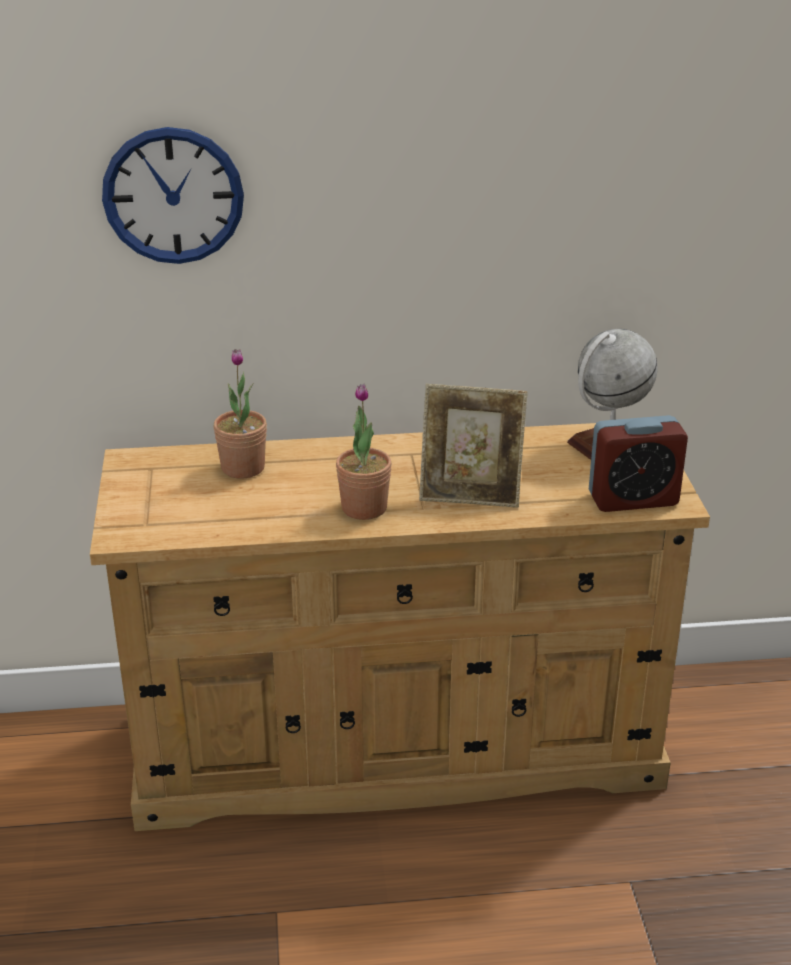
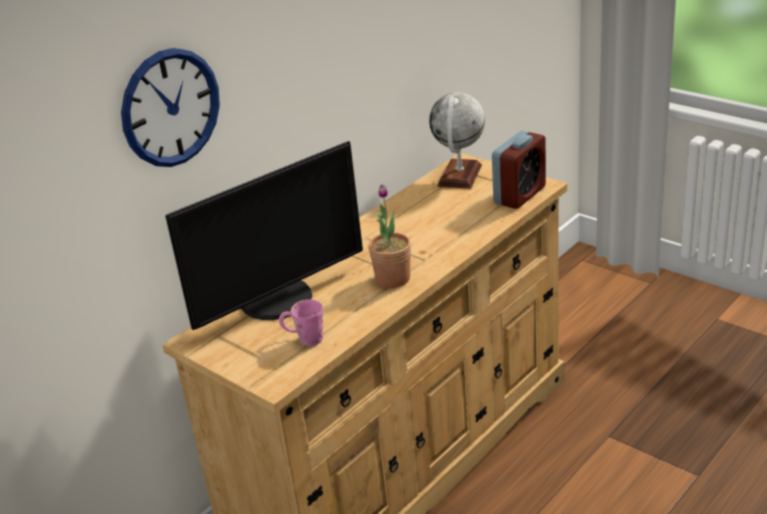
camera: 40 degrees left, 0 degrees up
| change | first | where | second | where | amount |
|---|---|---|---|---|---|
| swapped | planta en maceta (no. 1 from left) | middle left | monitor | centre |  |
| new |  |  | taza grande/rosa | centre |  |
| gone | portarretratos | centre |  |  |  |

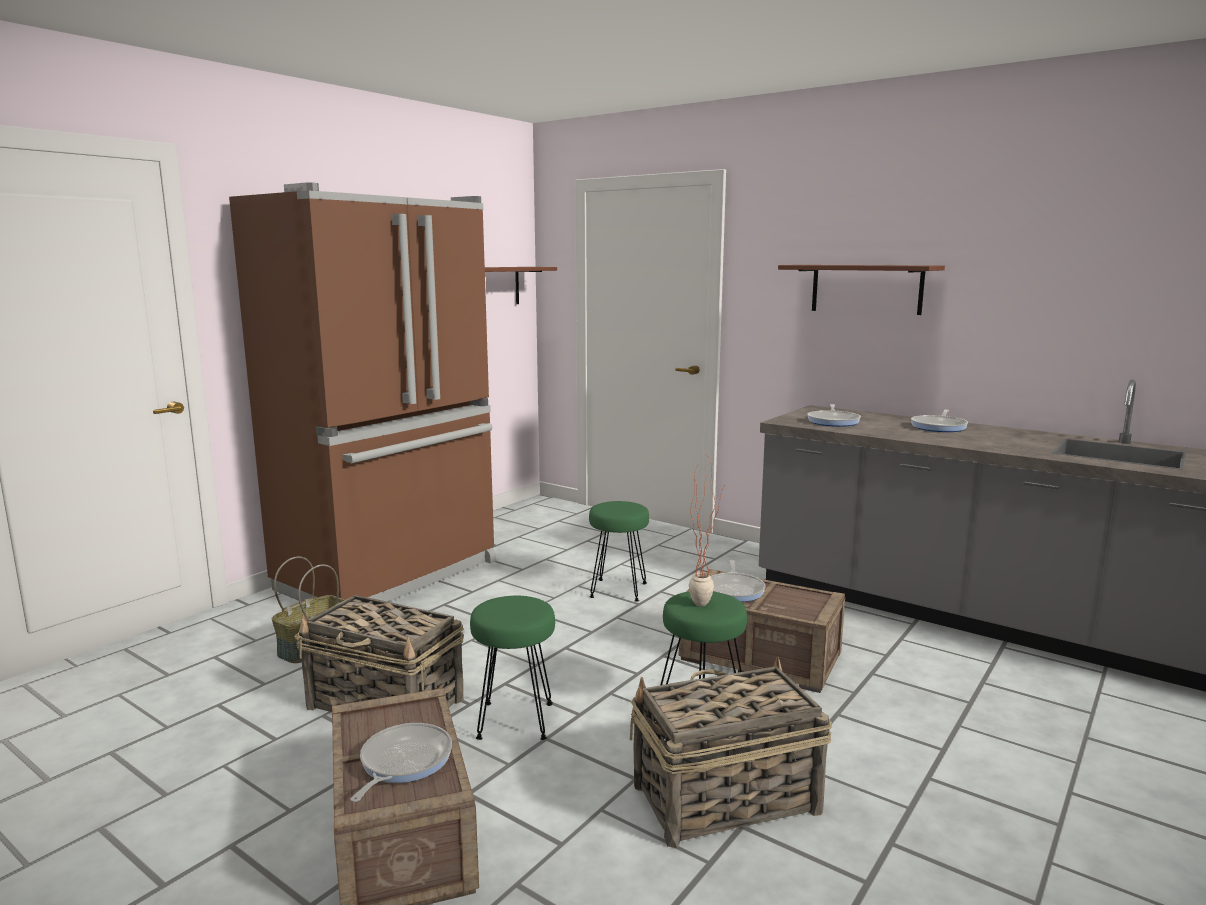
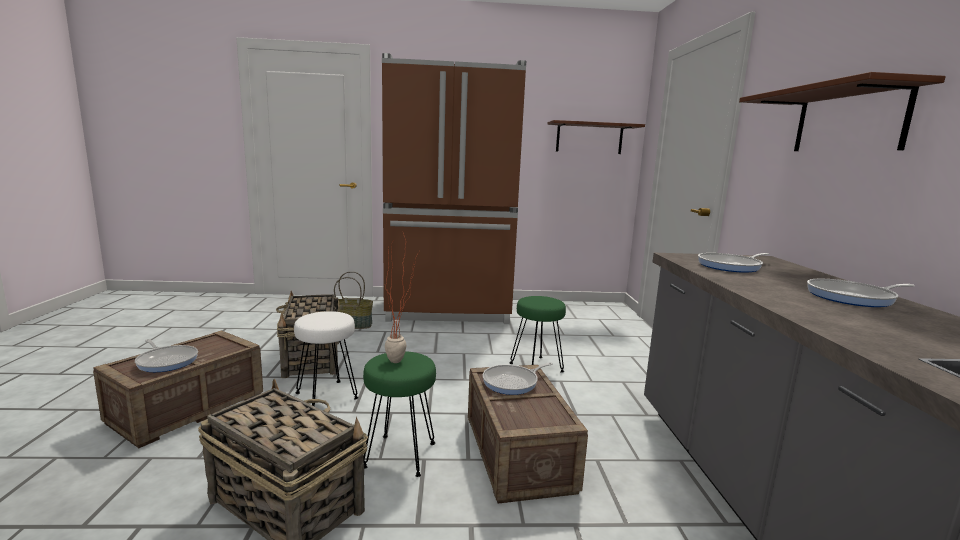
camera: 50 degrees right, 0 degrees up
| change | first | where | second | where | amount |
|---|---|---|---|---|---|
| rotated | sartén (no. 1 from left) | bottom left |  | middle left | 60 degrees clockwise |
| repainted | taburete/verde (no. 1 from left) | bottom centre | taburete/blanco | centre |  |

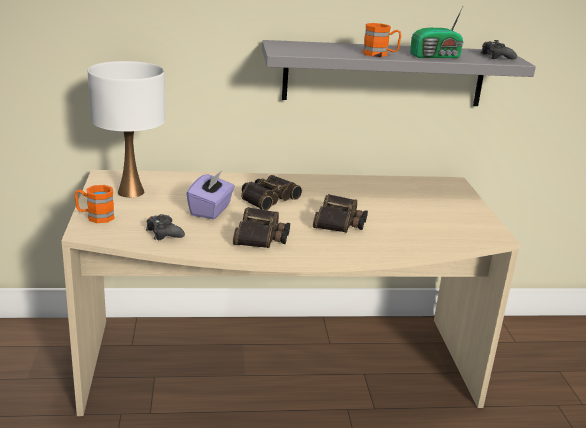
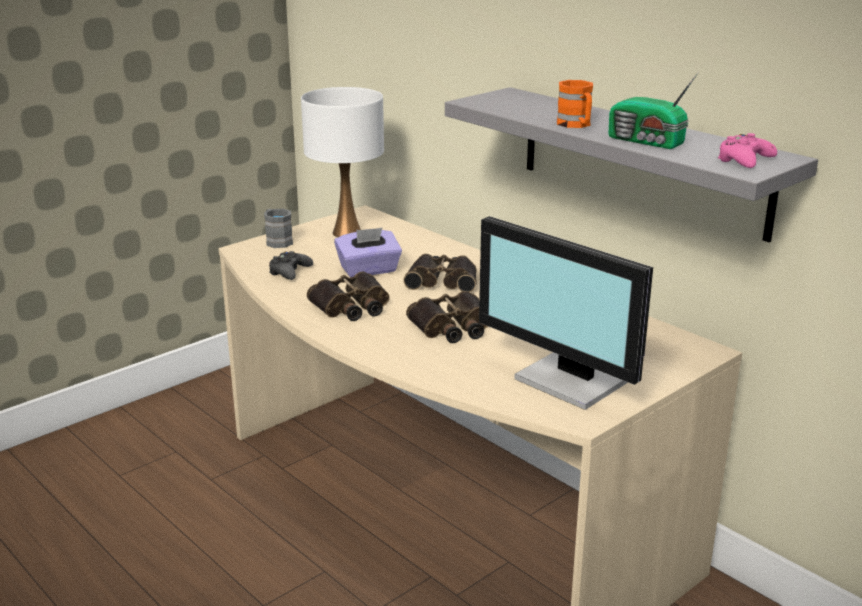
camera: 55 degrees right, 0 degrees up
| change | first | where | second | where | amount |
|---|---|---|---|---|---|
| repainted | taza grande/naranja (no. 1 from left) | middle left | taza grande/gris | middle left |  |
| new |  |  | monitor | centre |  |
| repainted | mando de consola/negro (no. 2 from left) | top right | mando de consola/rosa | top right |  |

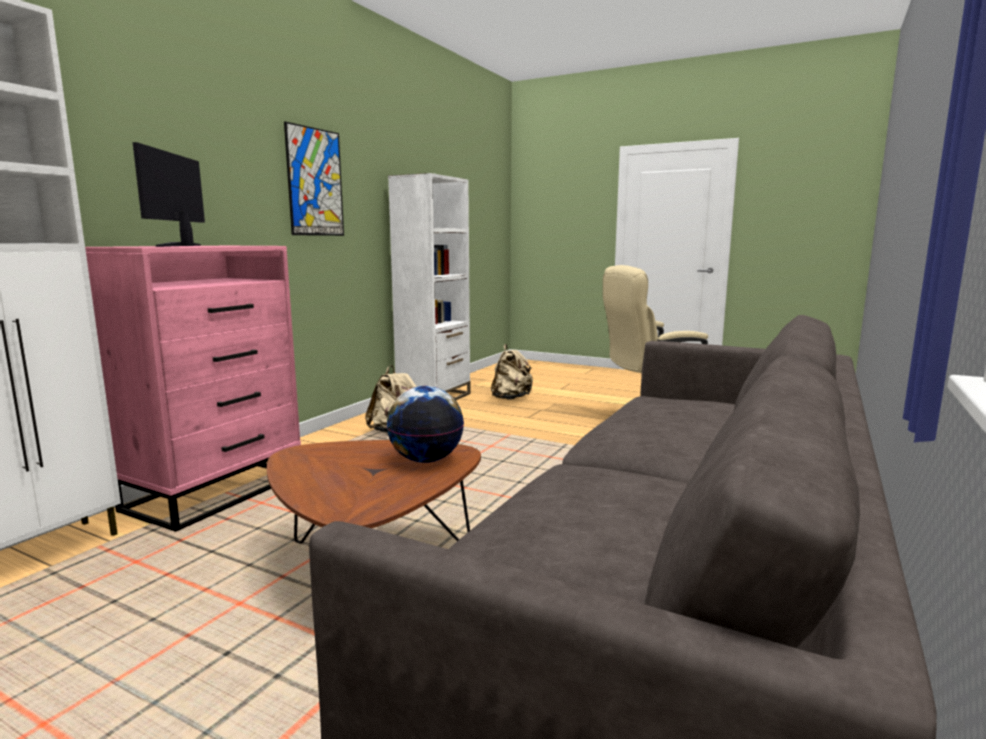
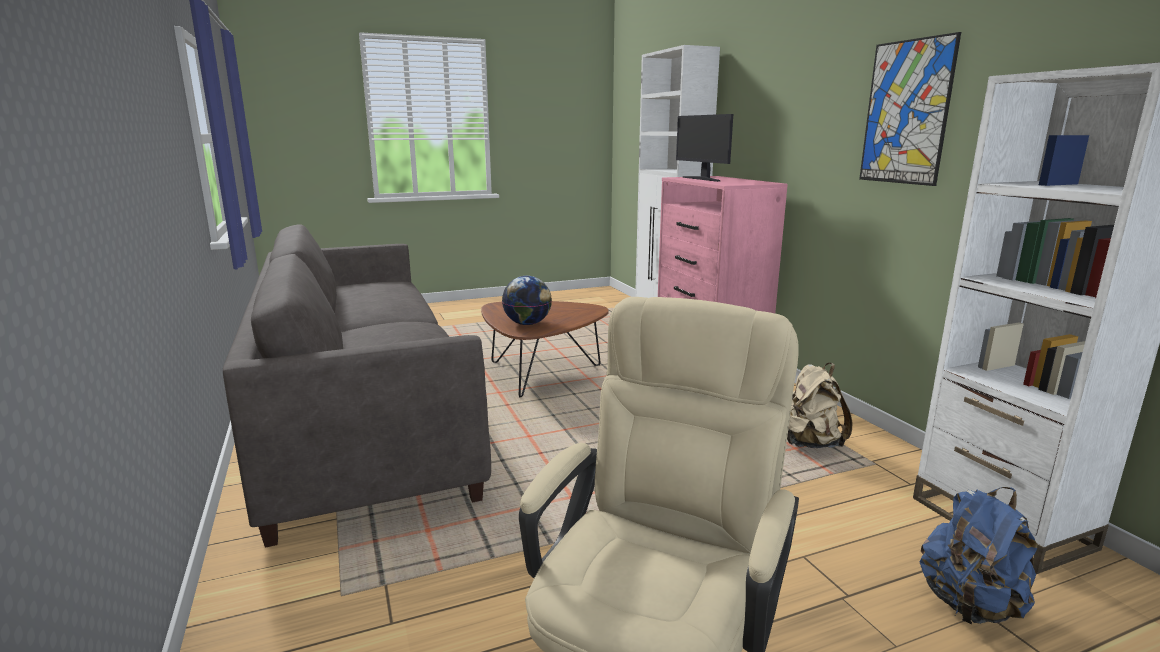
camera: 130 degrees right, 5 degrees up
| change | first | where | second | where | amount |
|---|---|---|---|---|---|
| rotated | monitor | top left |  | top centre | 150 degrees counterclockwise |
| repainted | mochila/beis (no. 2 from left) | centre | mochila/azul | bottom right |  |

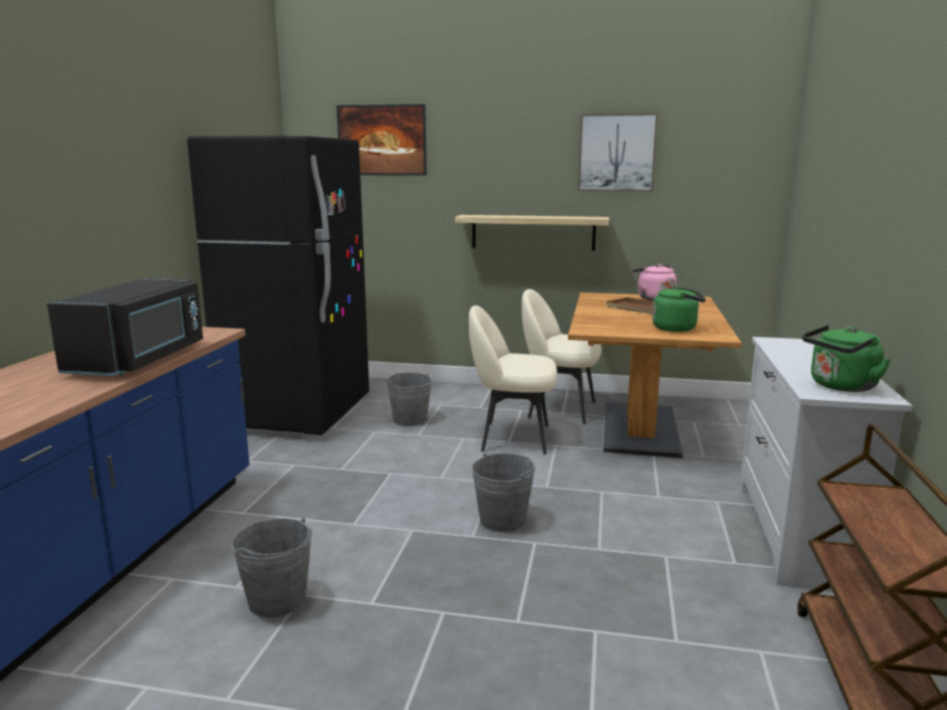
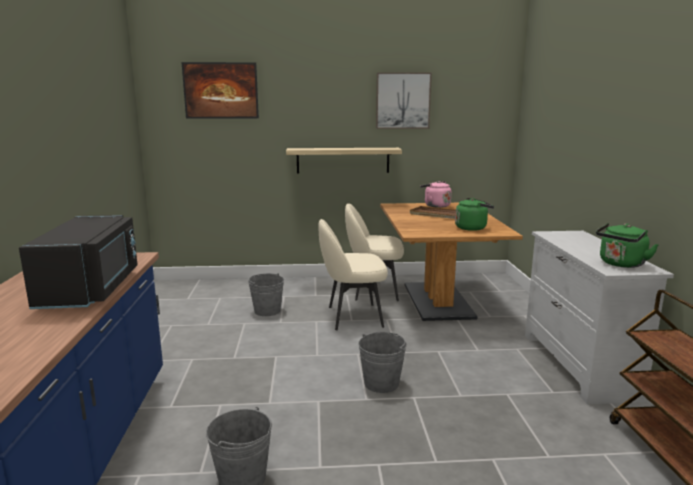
camera: 15 degrees left, 0 degrees up
| change | first | where | second | where | amount |
|---|---|---|---|---|---|
| gone | nevera/negro | middle left |  |  |  |

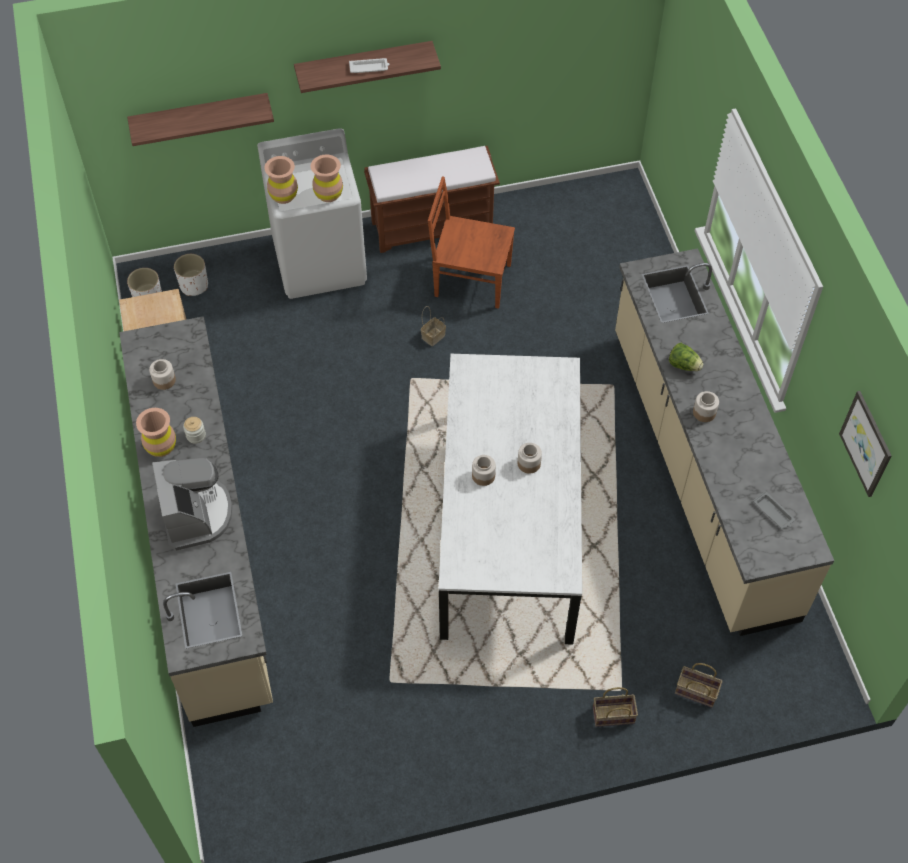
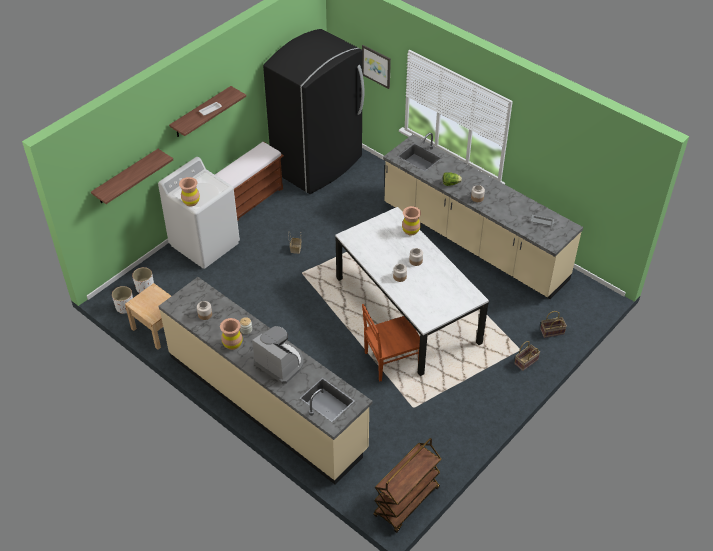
camera: 35 degrees left, 10 degrees down
| change | first | where | second | where | amount |
|---|---|---|---|---|---|
| new |  |  | nevera/negro | top centre |  |
| shifted | cuadro | middle right |  | top centre |  |
| shifted | silla/marrón | top centre |  | centre |  |
| new |  |  | carrito/marrón | bottom centre |  |
| shifted | florero/marrón (no. 3 from left) | top centre |  | centre |  |

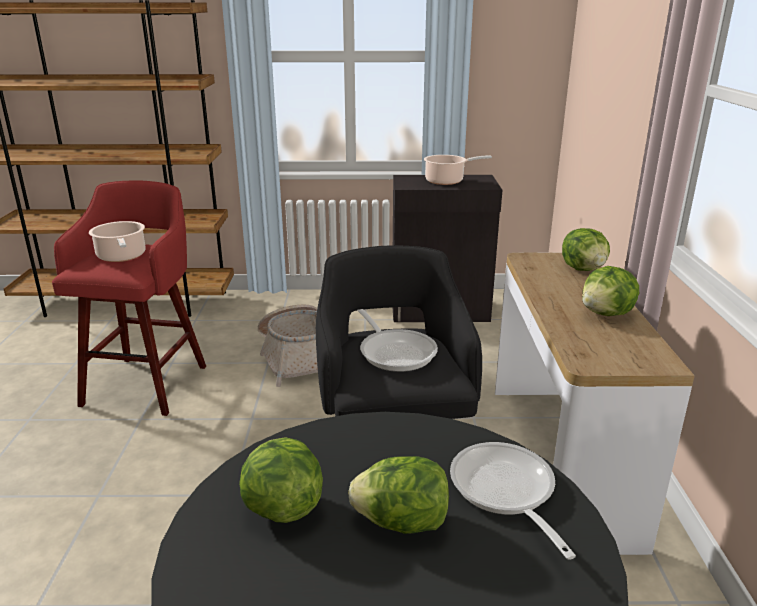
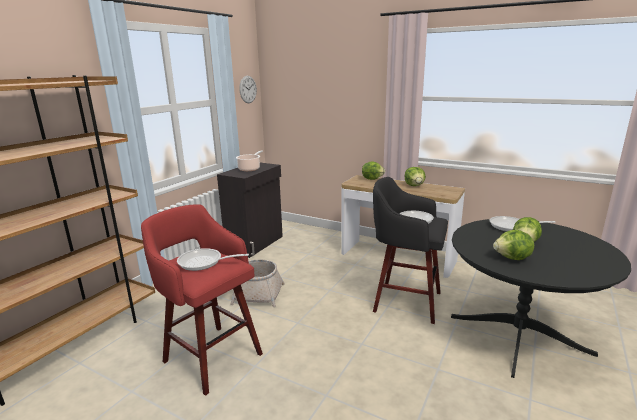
camera: 60 degrees left, 5 degrees down
| change | first | where | second | where | amount |
|---|---|---|---|---|---|
| swapped | olla (no. 1 from left) | middle left | sartén (no. 1 from left) | centre |  |
| new |  |  | reloj de pared | top centre |  |

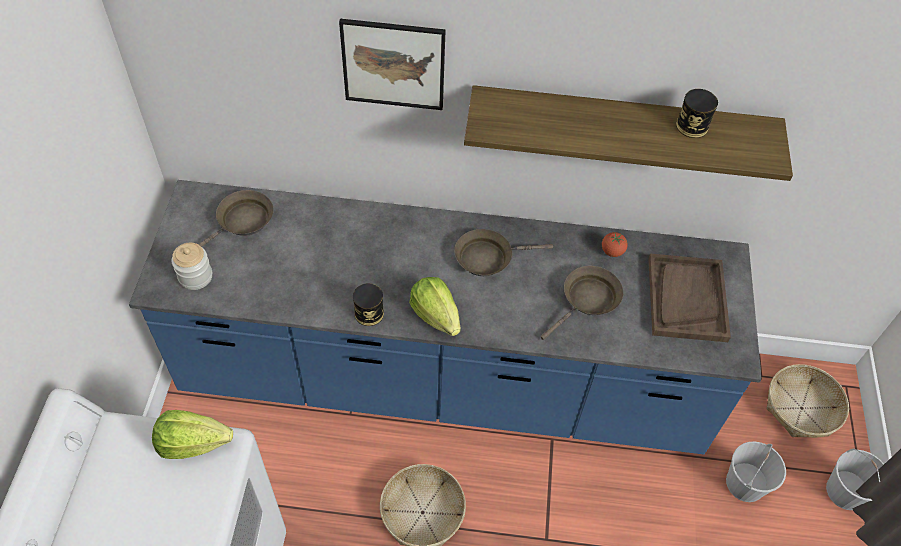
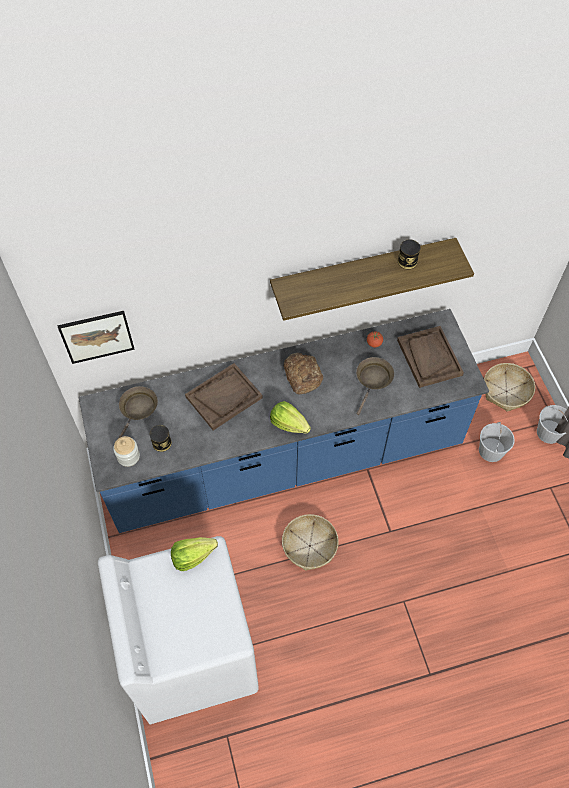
camera: 20 degrees left, 5 degrees up
| change | first | where | second | where | amount |
|---|---|---|---|---|---|
| shifted | cuadro | top centre |  | middle left |  |
| shifted | lata (no. 1 from left) | centre |  | middle left |  |
| new |  |  | bandeja/marrón (no. 1 from left) | centre |  |
| swapped | sartén/marrón (no. 2 from left) | centre | pan | centre |  |

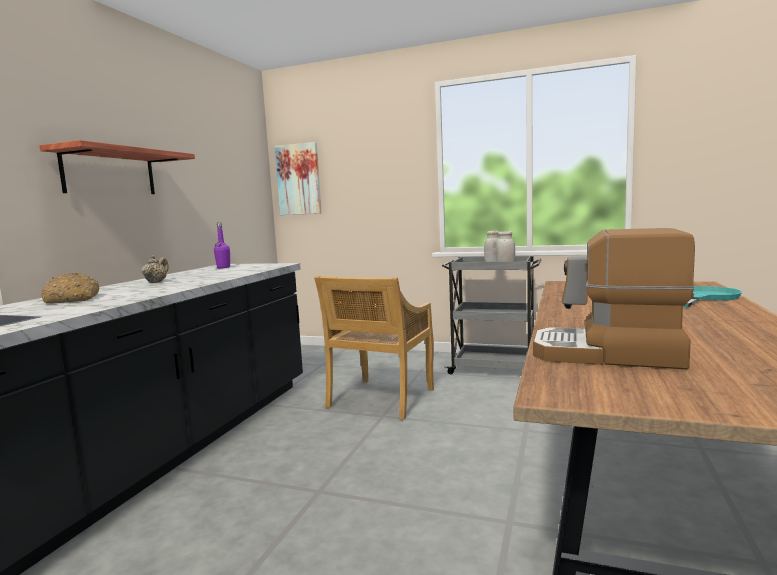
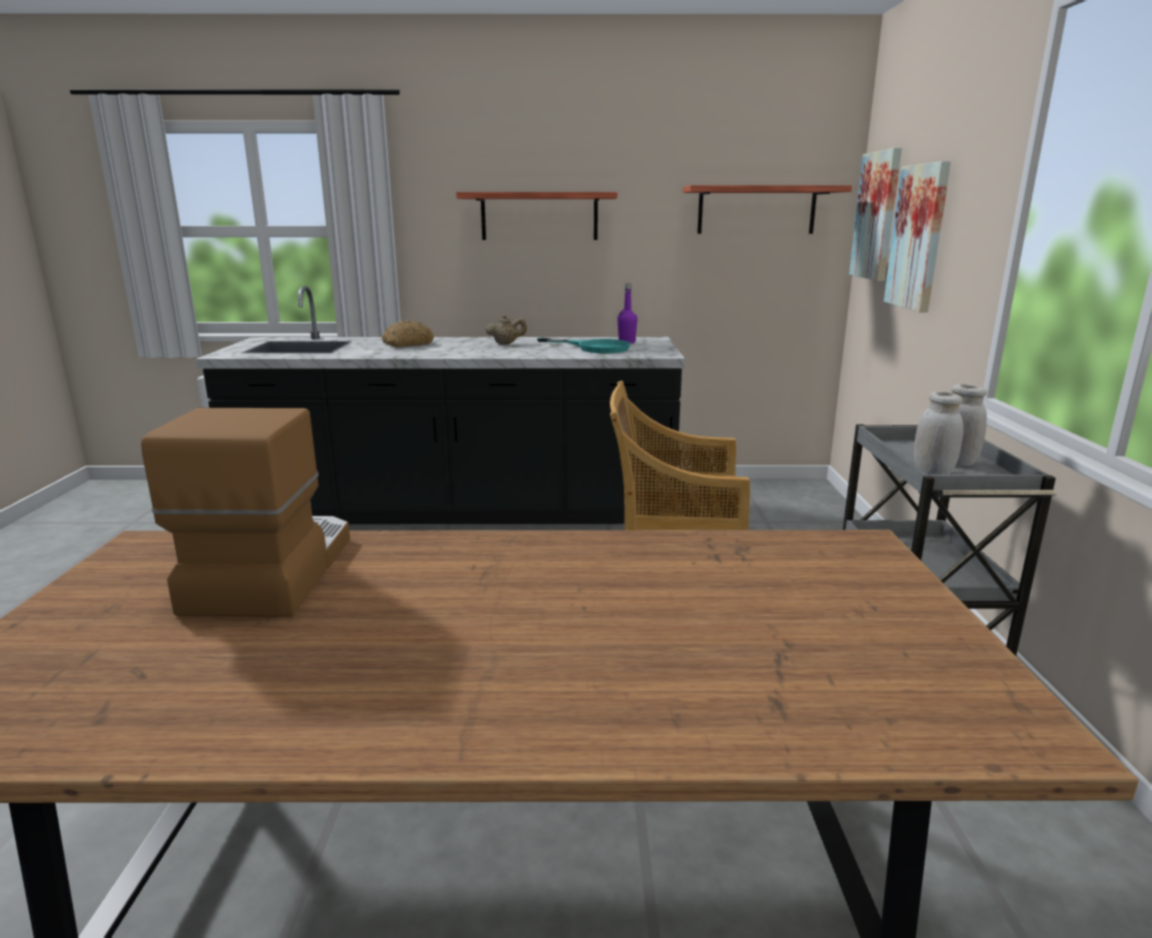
camera: 70 degrees right, 10 degrees up
| change | first | where | second | where | amount |
|---|---|---|---|---|---|
| shifted | sartén/turquesa | middle right |  | centre |  |
| new |  |  | estante (no. 2 from left) | top centre |  |
| new |  |  | cuadro (no. 2 from left) | top right |  |

